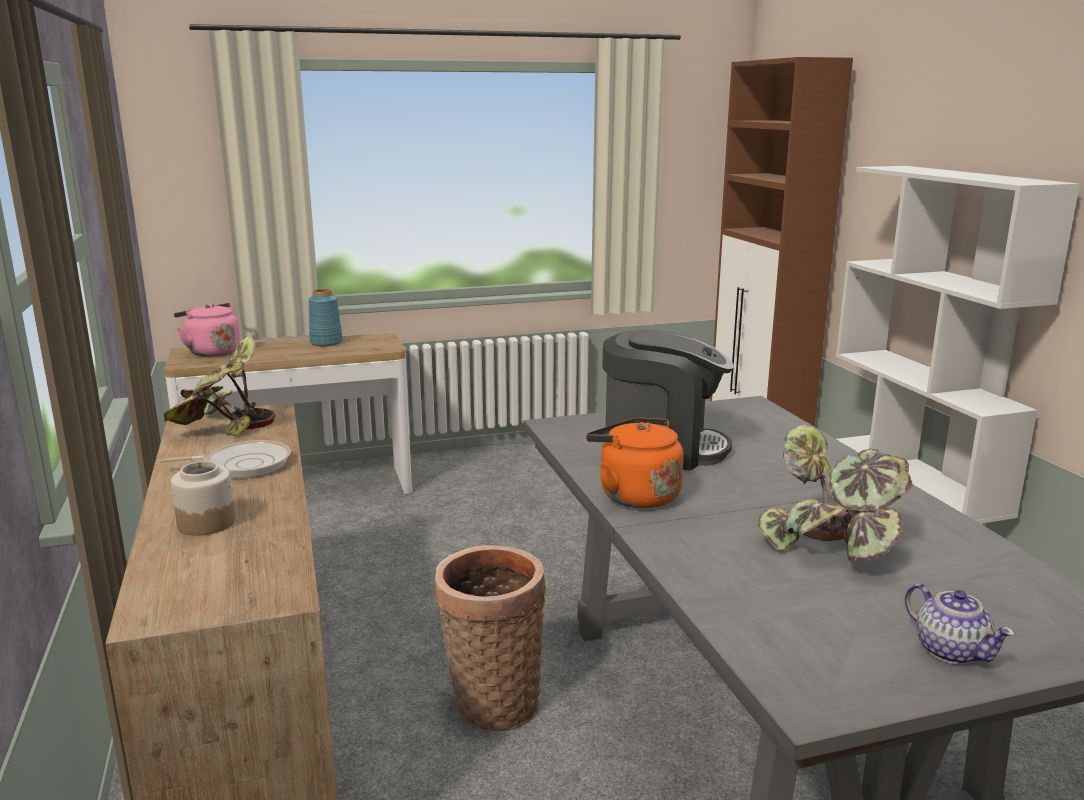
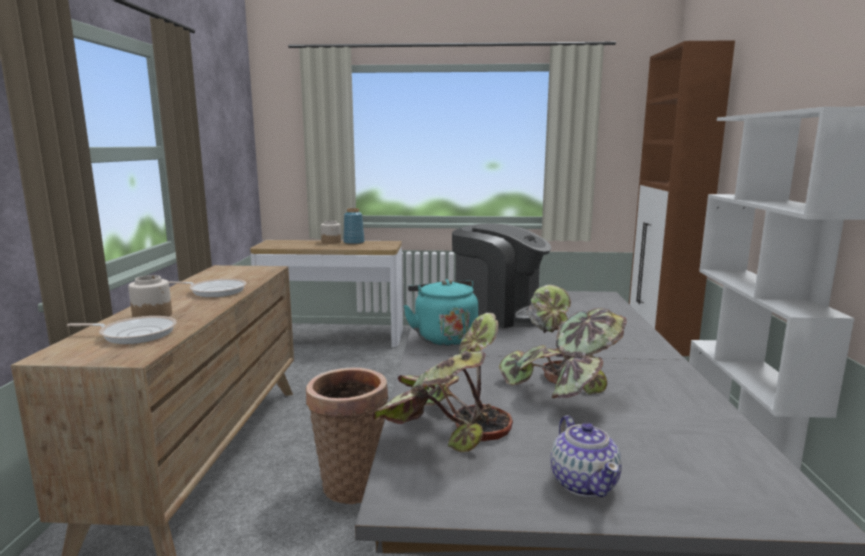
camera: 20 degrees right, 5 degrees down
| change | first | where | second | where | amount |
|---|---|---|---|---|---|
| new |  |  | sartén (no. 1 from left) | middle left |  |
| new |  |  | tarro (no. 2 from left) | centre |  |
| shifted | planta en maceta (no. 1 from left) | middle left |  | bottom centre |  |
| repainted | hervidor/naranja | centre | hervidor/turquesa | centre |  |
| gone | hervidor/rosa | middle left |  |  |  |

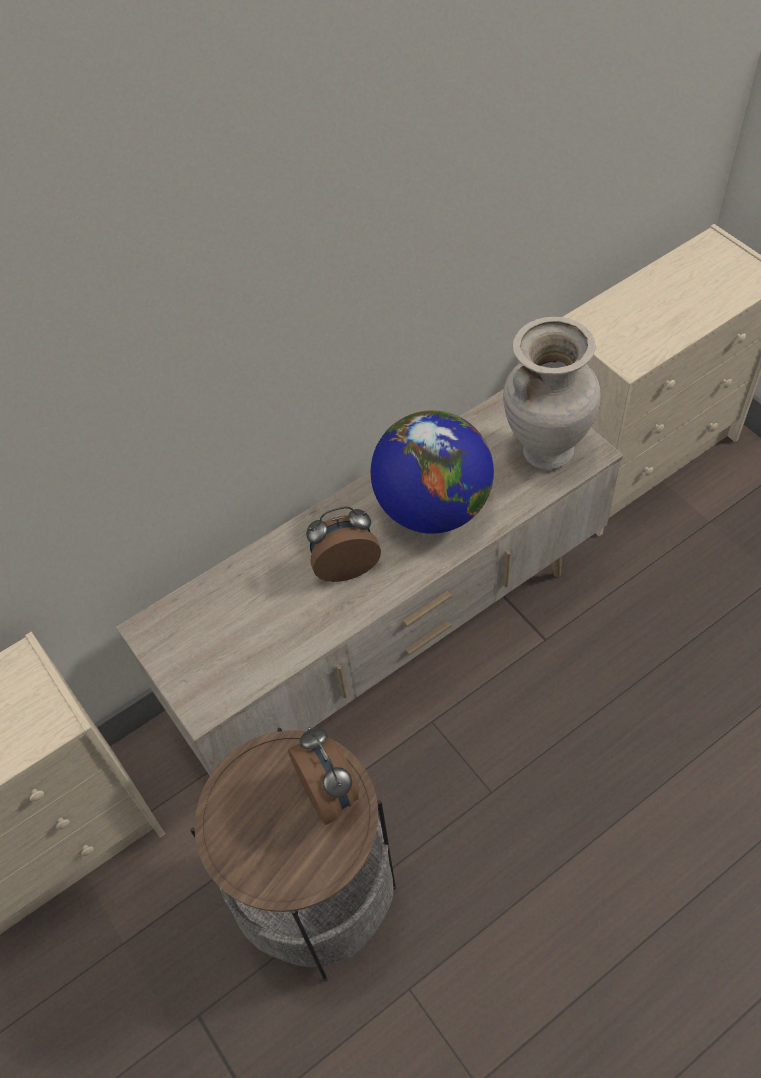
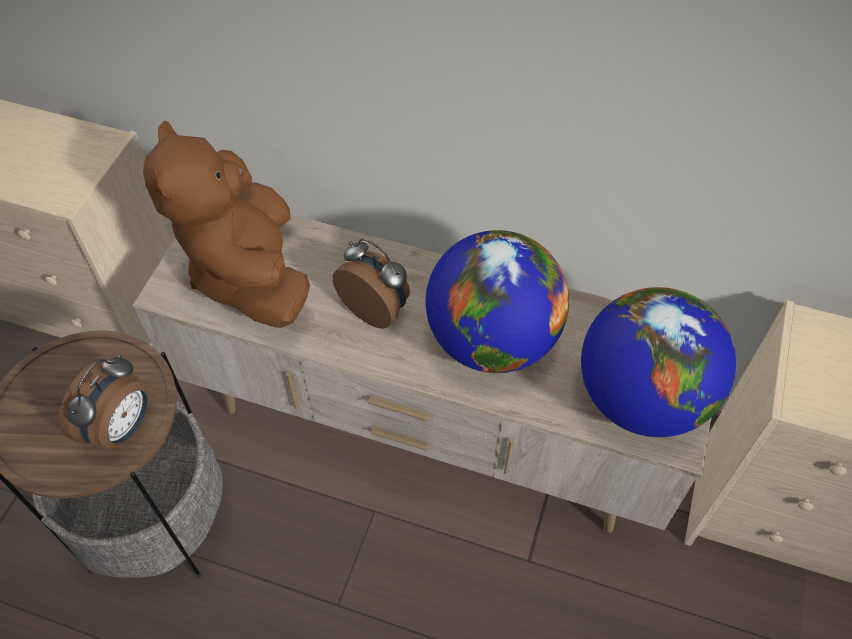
camera: 50 degrees right, 0 degrees up
| change | first | where | second | where | amount |
|---|---|---|---|---|---|
| new |  |  | peluche/marrón | middle left |  |
| swapped | florero/beis | middle right | globo terráqueo (no. 2 from left) | middle right |  |

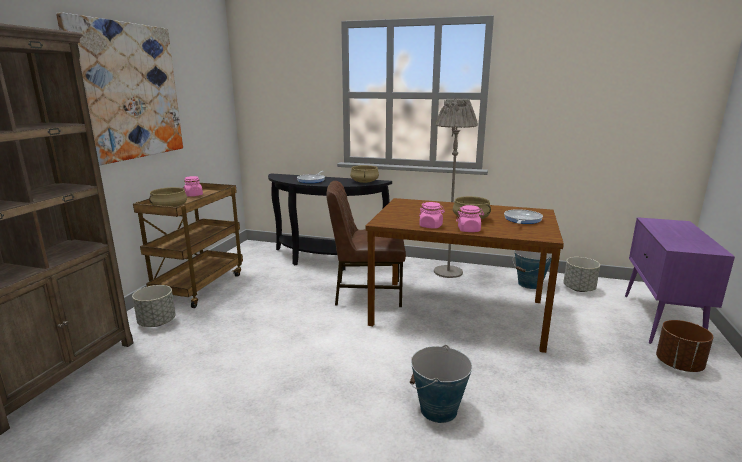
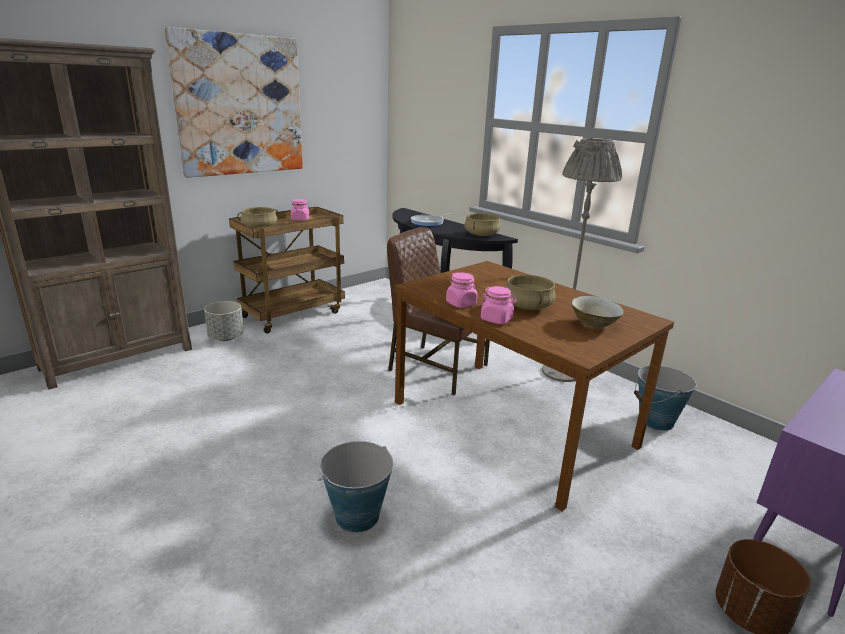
camera: 30 degrees right, 5 degrees up
| change | first | where | second | where | amount |
|---|---|---|---|---|---|
| swapped | sartén (no. 2 from left) | middle right | cuenco/beis | middle right |  |
| gone | maceta/gris (no. 2 from left) | middle right |  |  |  |

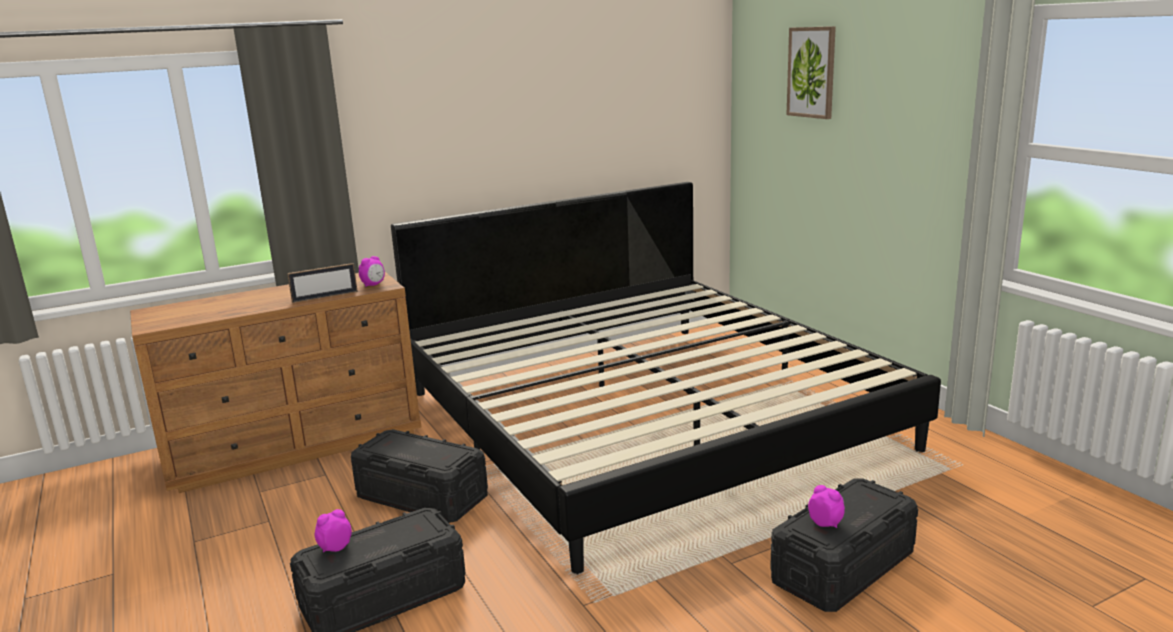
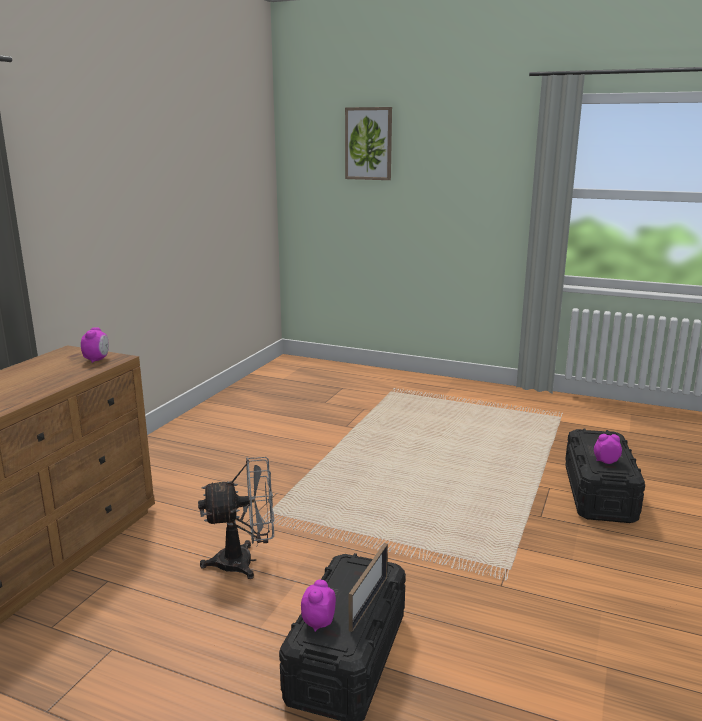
camera: 40 degrees left, 0 degrees up
| change | first | where | second | where | amount |
|---|---|---|---|---|---|
| swapped | caja de almacenaje/negro (no. 2 from left) | bottom centre | ventilador/gris | bottom centre |  |
| shifted | portarretratos | middle left |  | bottom centre |  |
| gone | cama | centre |  |  |  |

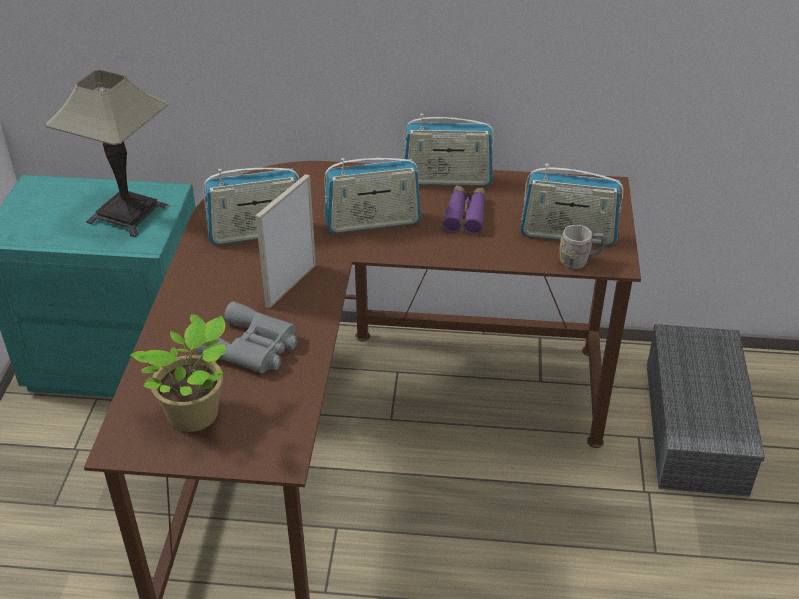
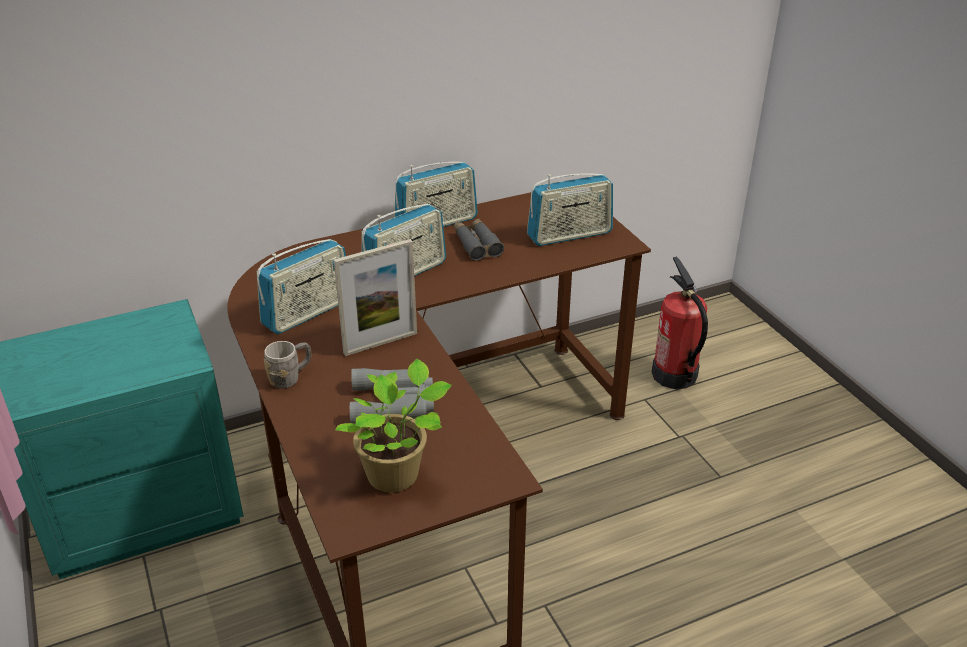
camera: 30 degrees left, 5 degrees down
| change | first | where | second | where | amount |
|---|---|---|---|---|---|
| shifted | taza grande/gris | middle right |  | middle left |  |
| rotated | portarretratos | centre |  | centre | 120 degrees counterclockwise |
| repainted | prismáticos/morado | centre | prismáticos/gris (no. 2 from left) | centre |  |
| swapped | caja de almacenaje/gris | bottom right | extintor | middle right |  |
| gone | lámpara de mesa | top left |  |  |  |

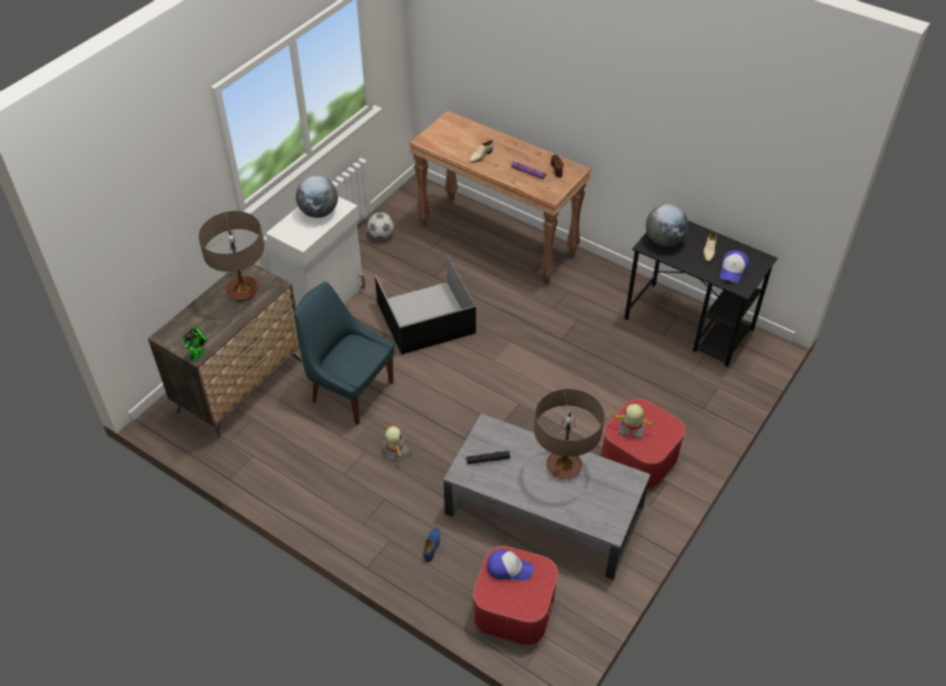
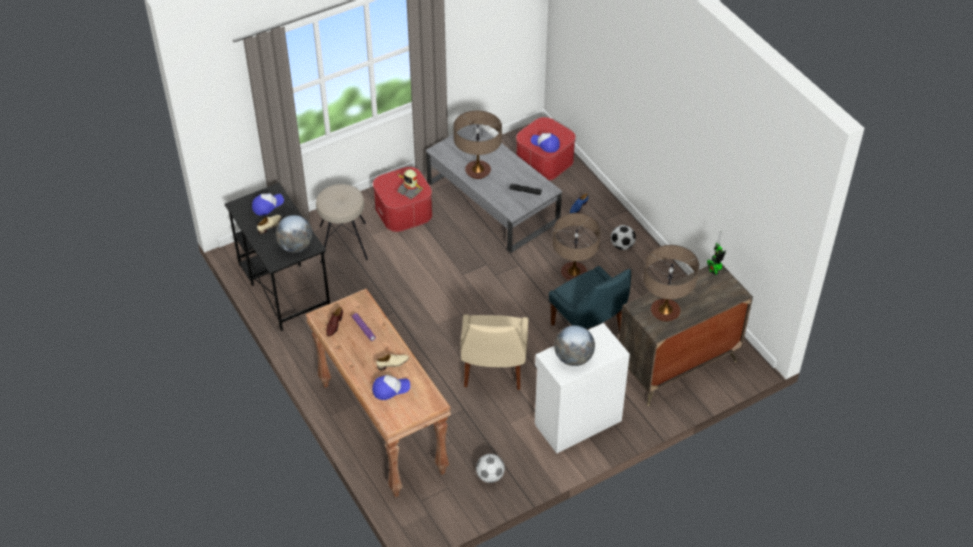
camera: 155 degrees left, 0 degrees up
| change | first | where | second | where | amount |
|---|---|---|---|---|---|
| new |  |  | taburete/beis | centre |  |
| new |  |  | gorra (no. 2 from left) | bottom centre |  |
| swapped | caja de almacenaje/negro | centre | silla/beis | centre |  |
| swapped | robot de juguete (no. 2 from left) | centre | lámpara de mesa (no. 2 from left) | centre |  |
| new |  |  | balón de fútbol (no. 2 from left) | centre |  |

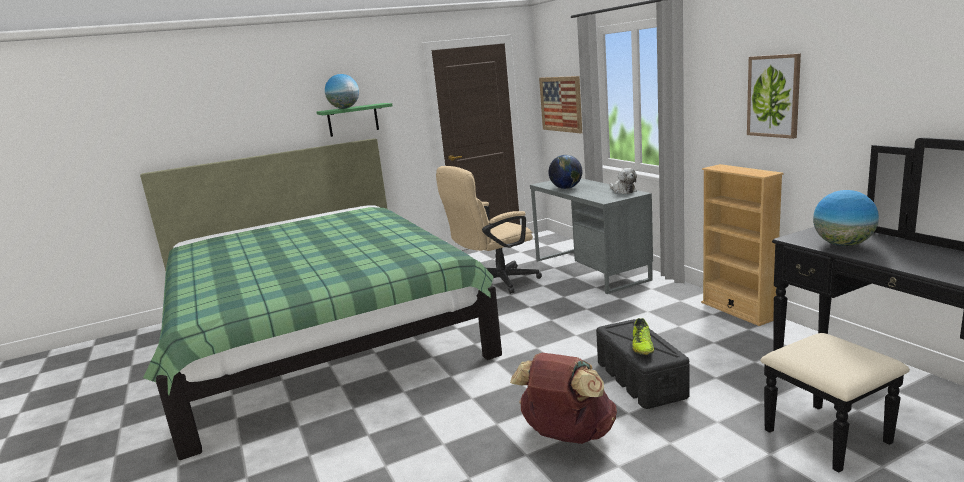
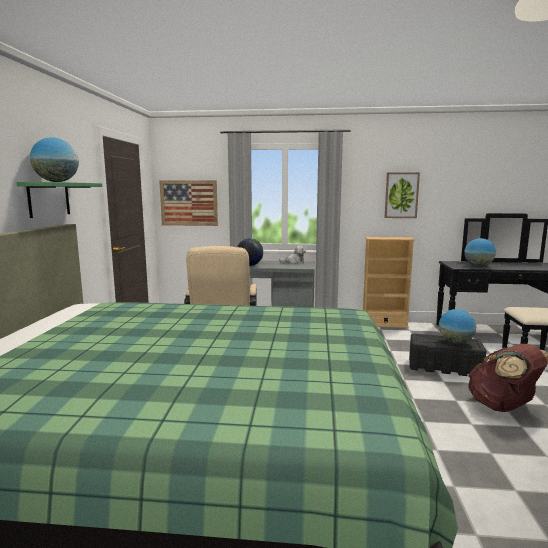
camera: 60 degrees left, 5 degrees down
| change | first | where | second | where | amount |
|---|---|---|---|---|---|
| swapped | zapato | bottom right | globo terráqueo (no. 3 from left) | middle right |  |

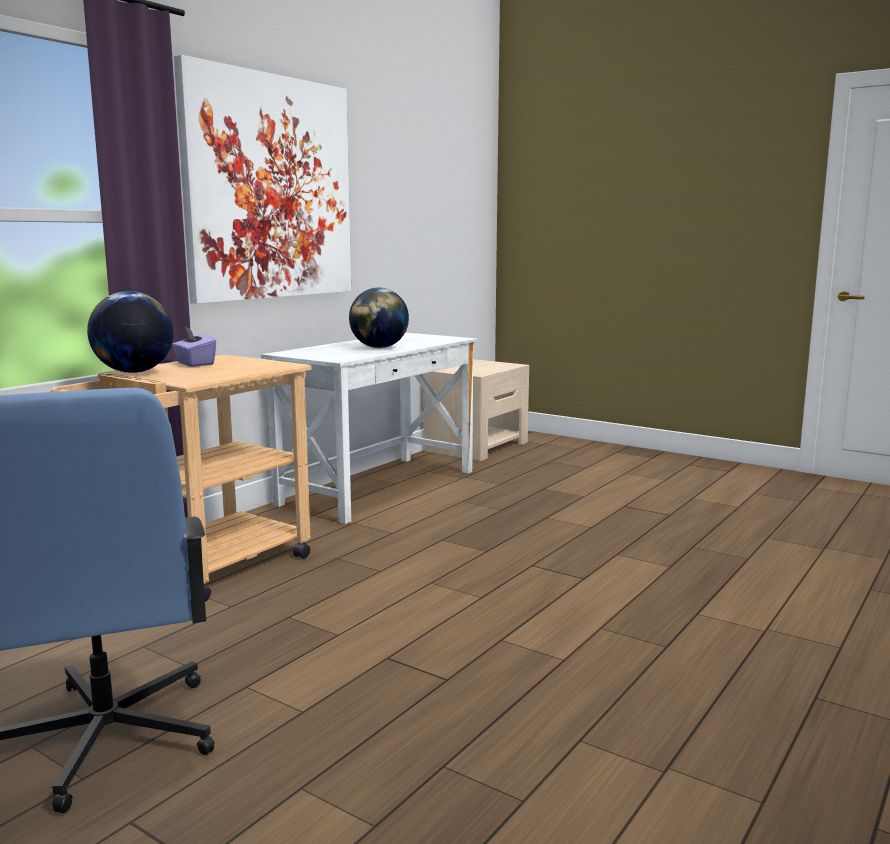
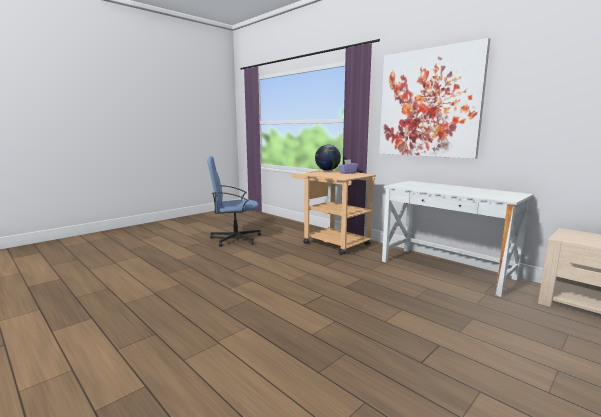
camera: 100 degrees right, 0 degrees up
| change | first | where | second | where | amount |
|---|---|---|---|---|---|
| gone | globo terráqueo (no. 2 from left) | centre |  |  |  |

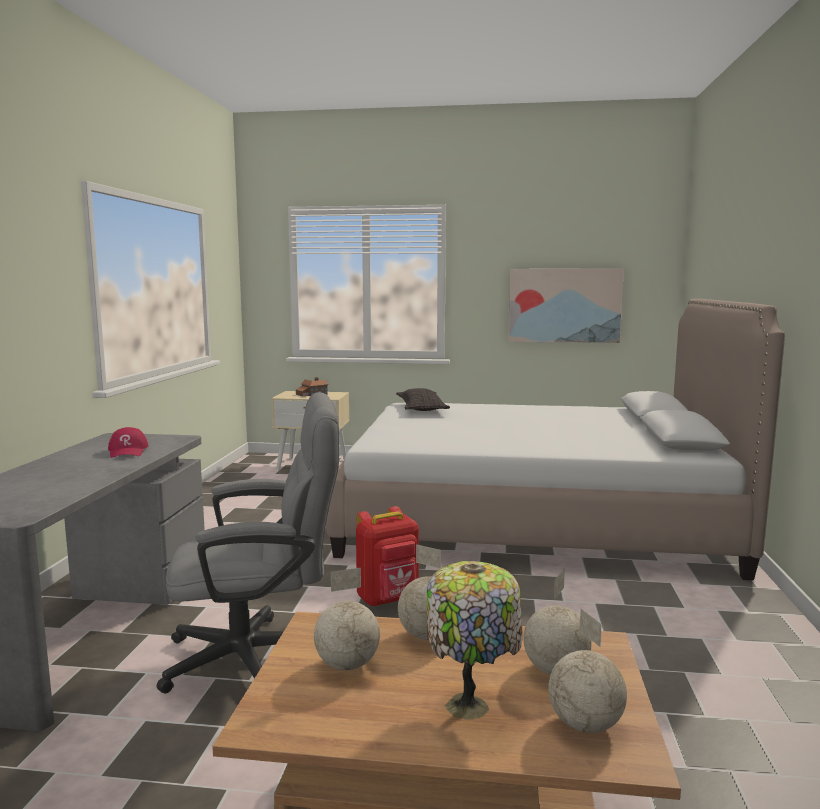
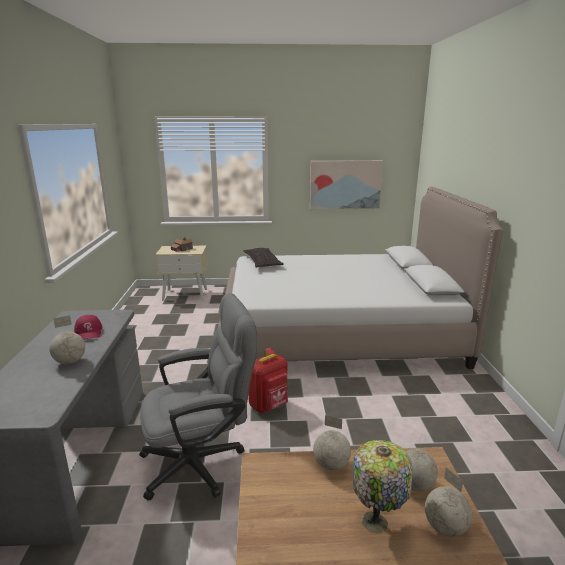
camera: 10 degrees left, 10 degrees up
| change | first | where | second | where | amount |
|---|---|---|---|---|---|
| shifted | globo terráqueo (no. 1 from left) | bottom centre |  | middle left |  |

